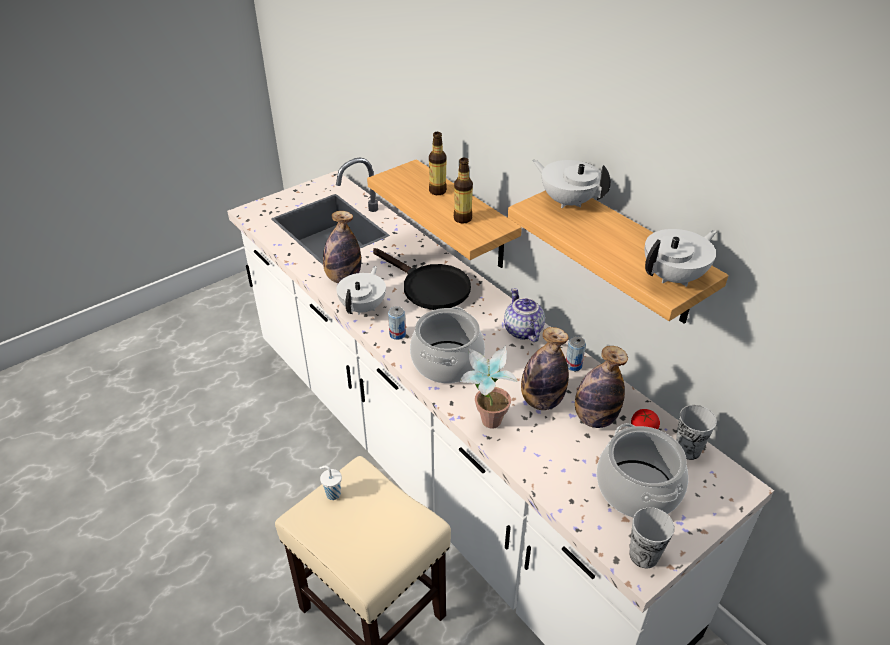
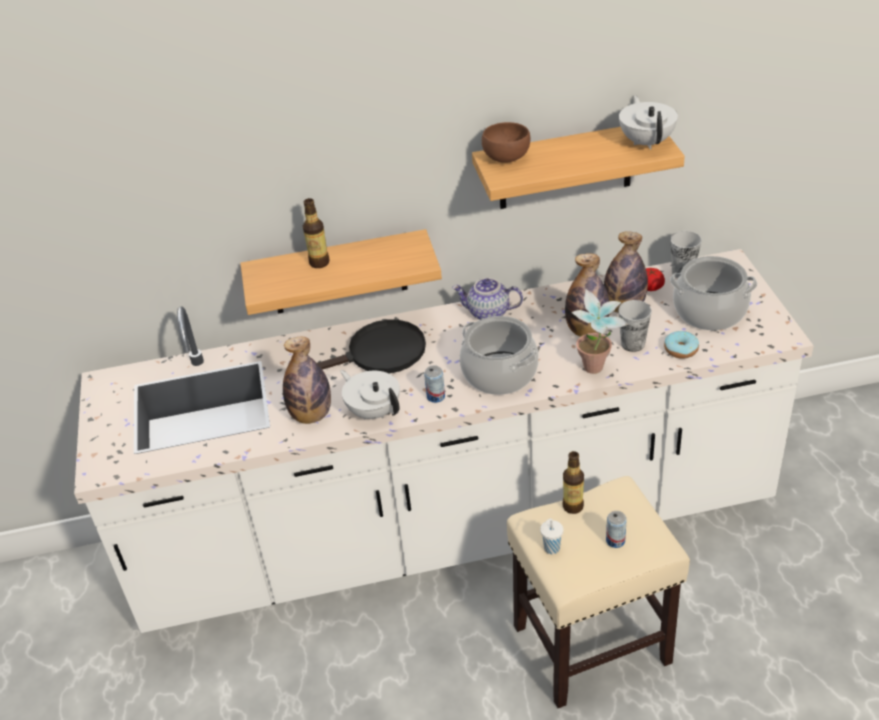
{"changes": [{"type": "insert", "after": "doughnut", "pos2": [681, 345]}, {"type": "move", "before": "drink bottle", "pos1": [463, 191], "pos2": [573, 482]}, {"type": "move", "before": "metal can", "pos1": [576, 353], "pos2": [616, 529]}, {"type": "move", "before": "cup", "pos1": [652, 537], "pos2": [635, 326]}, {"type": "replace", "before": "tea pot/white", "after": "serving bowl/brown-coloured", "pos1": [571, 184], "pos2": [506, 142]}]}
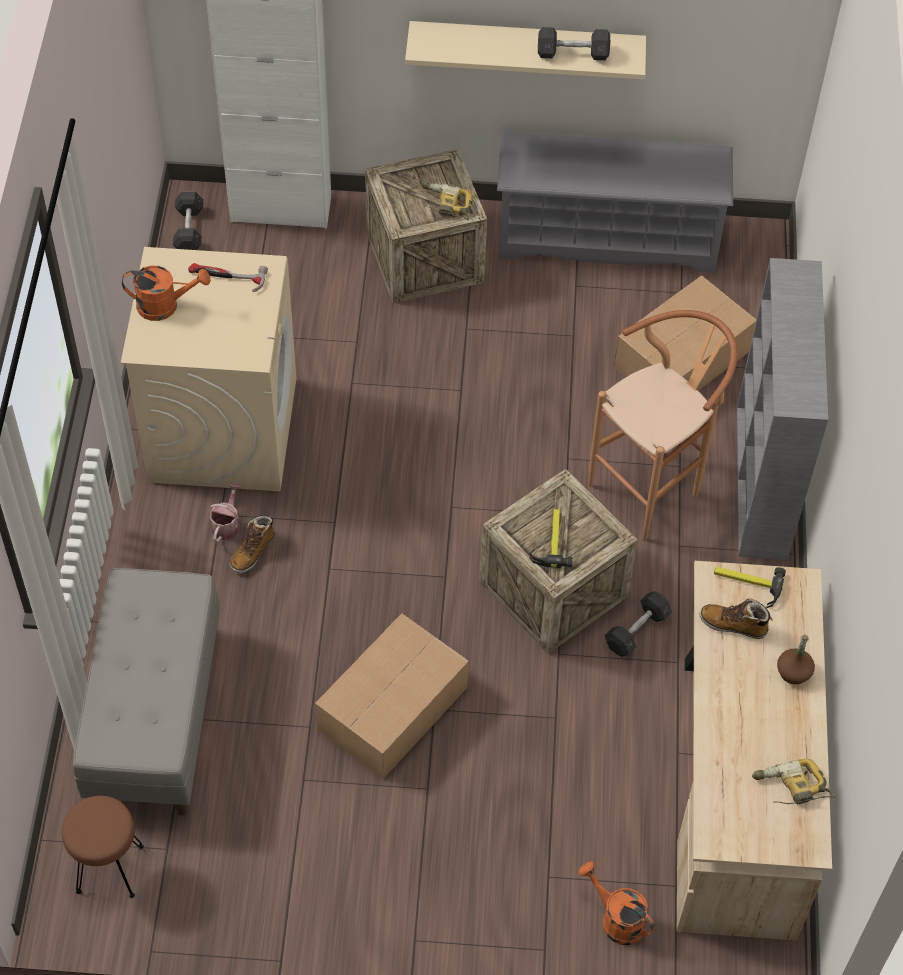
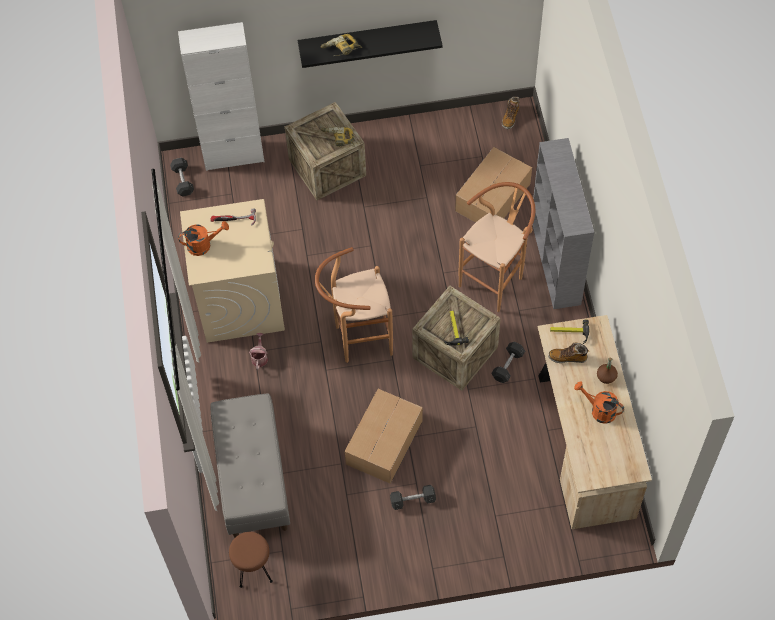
{"changes": [{"type": "delete", "before": "shoe shelf/greyish", "pos1": [615, 202]}, {"type": "insert", "after": "stool seat/brown-coloured", "pos2": [354, 305]}, {"type": "move", "before": "tall boot", "pos1": [252, 544], "pos2": [511, 112]}, {"type": "move", "before": "dumbbell/greyish", "pos1": [574, 43], "pos2": [413, 497]}, {"type": "move", "before": "watering can/orange-coloured", "pos1": [617, 903], "pos2": [599, 402]}, {"type": "move", "before": "power drill", "pos1": [793, 781], "pos2": [341, 45]}, {"type": "recolor", "before": "shelf/sand-coloured", "after": "shelf/black", "pos1": [525, 50], "pos2": [370, 44]}]}
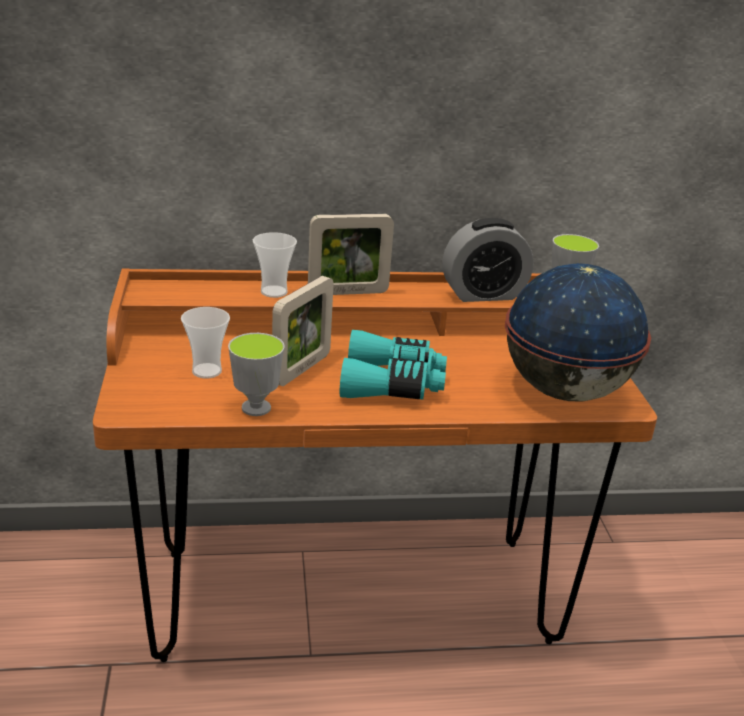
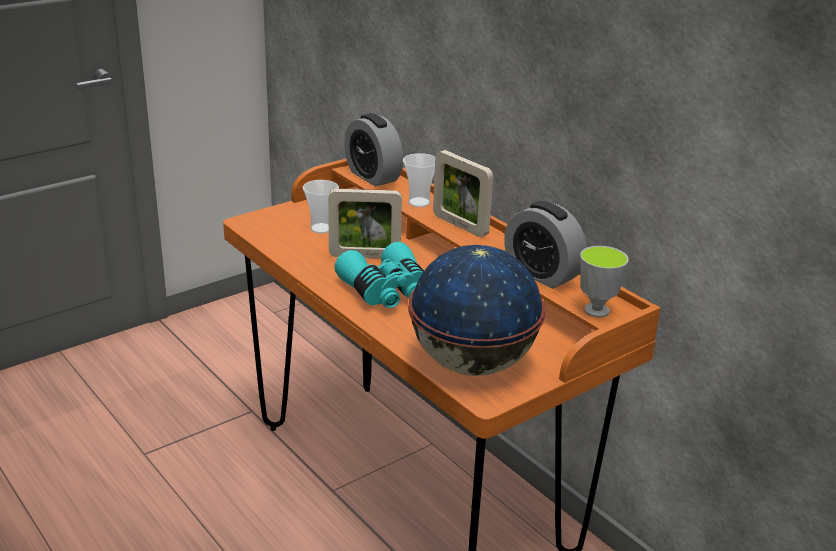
{"changes": [{"type": "delete", "before": "cup", "pos1": [256, 374]}, {"type": "insert", "after": "table clock", "pos2": [373, 150]}]}
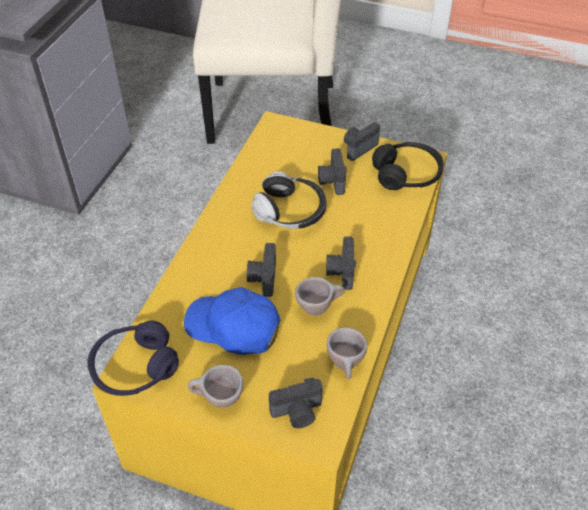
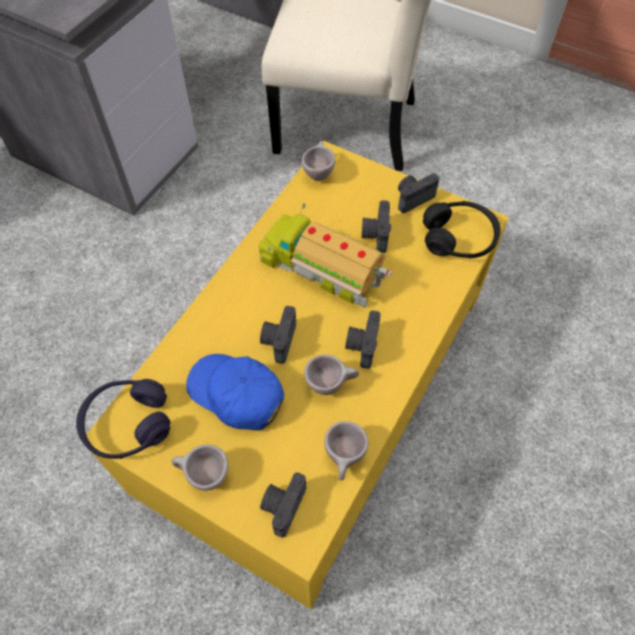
{"changes": [{"type": "insert", "after": "cup/sand-coloured", "pos2": [318, 161]}, {"type": "replace", "before": "headset", "after": "model truck", "pos1": [289, 200], "pos2": [325, 255]}, {"type": "rotate", "before": "photo camera", "pos1": [296, 403], "pos2": [283, 505], "turn": 120}]}
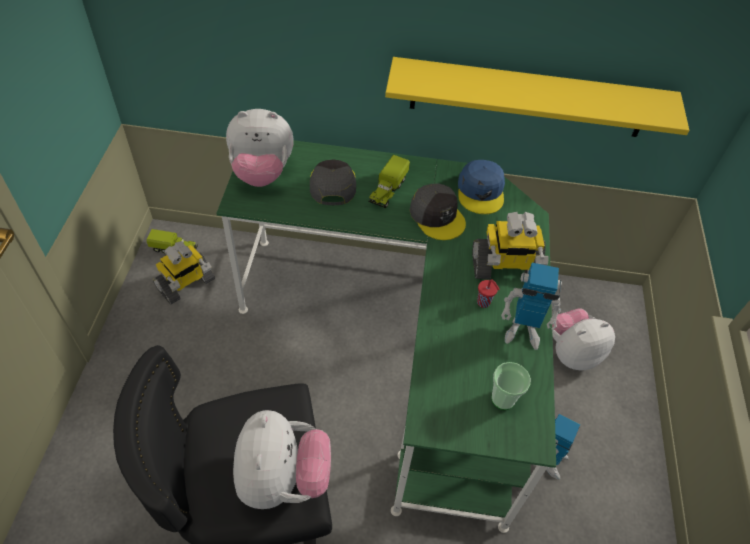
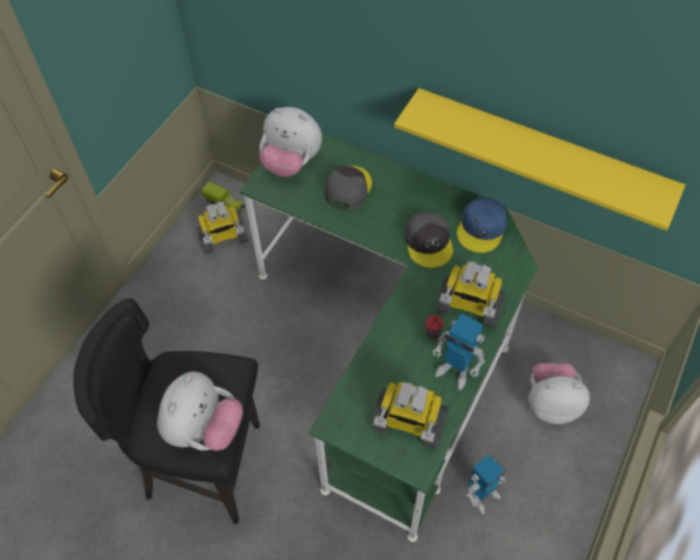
{"changes": [{"type": "delete", "before": "model truck", "pos1": [389, 181]}, {"type": "replace", "before": "cup", "after": "model robot", "pos1": [511, 386], "pos2": [410, 415]}]}
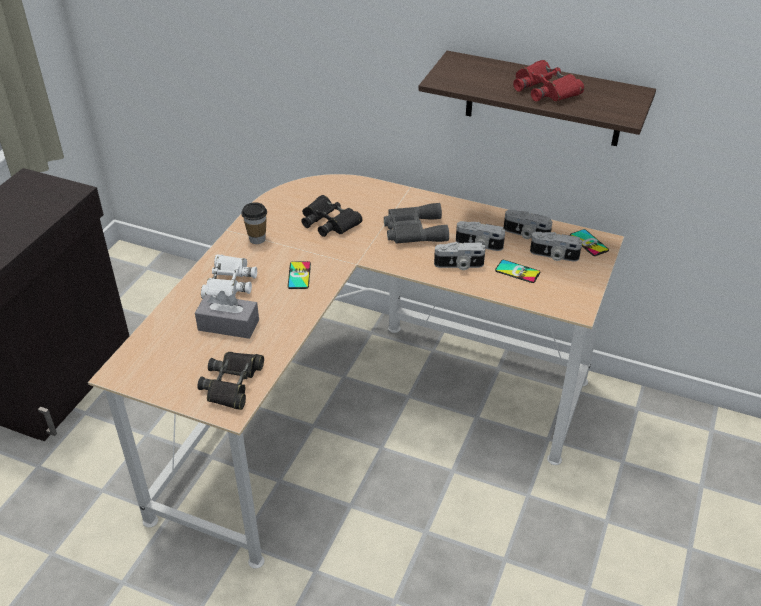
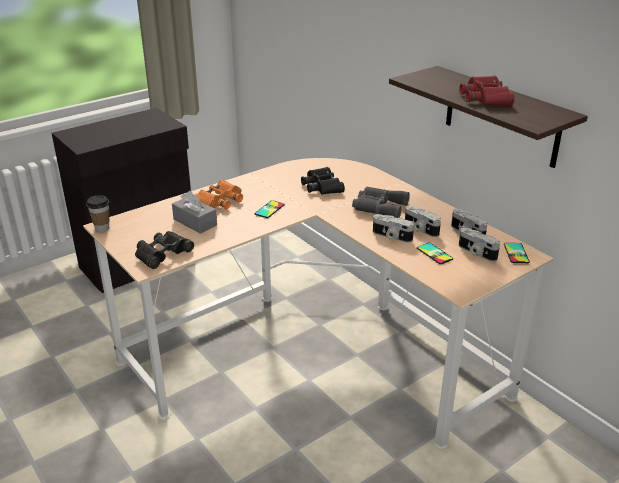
{"changes": [{"type": "move", "before": "cup", "pos1": [254, 223], "pos2": [97, 213]}, {"type": "recolor", "before": "pair of binoculars/white", "after": "pair of binoculars/orange-coloured", "pos1": [229, 276], "pos2": [218, 195]}]}
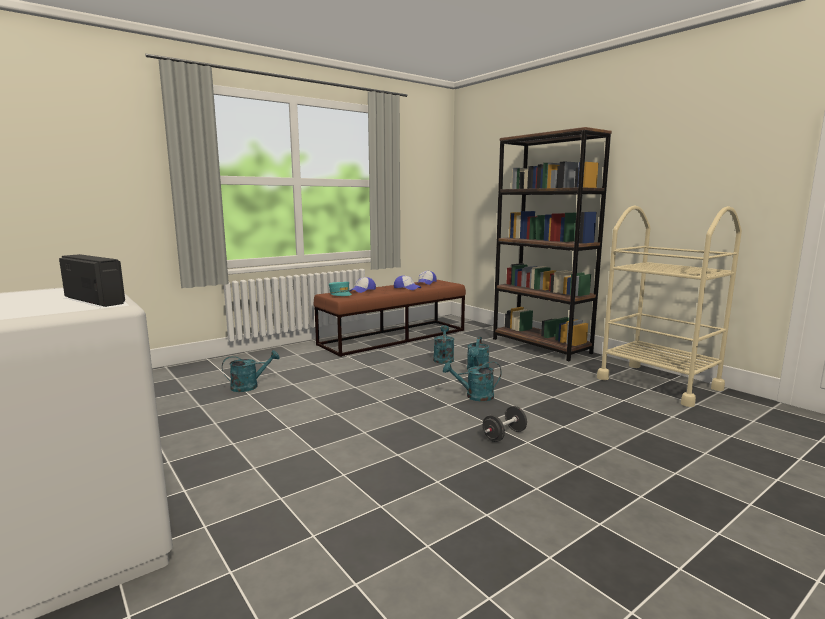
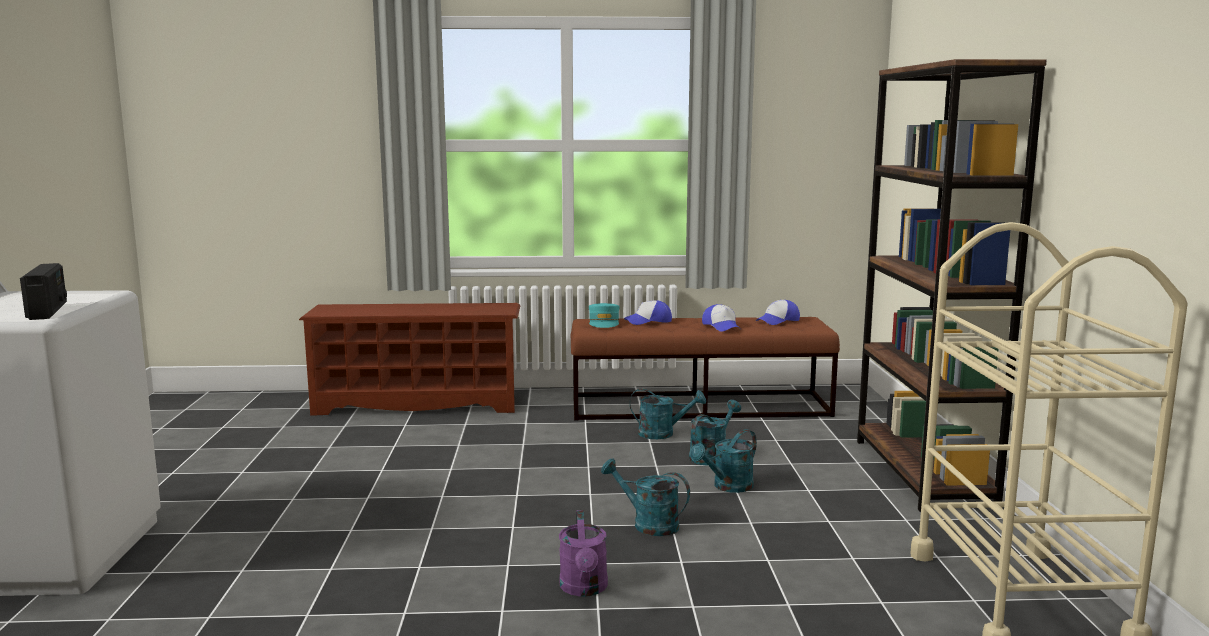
{"changes": [{"type": "insert", "after": "shoe shelf/brown-coloured", "pos2": [409, 359]}, {"type": "move", "before": "watering can/turquoise", "pos1": [251, 371], "pos2": [668, 414]}, {"type": "replace", "before": "dumbbell/black", "after": "watering can/purple-coloured", "pos1": [505, 424], "pos2": [583, 553]}]}
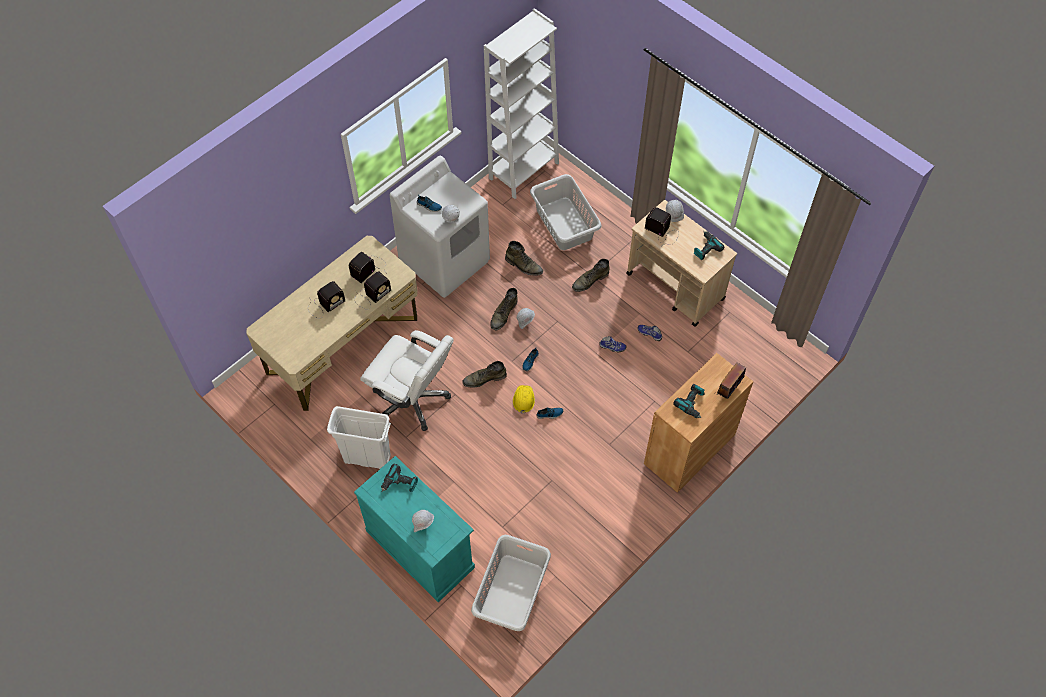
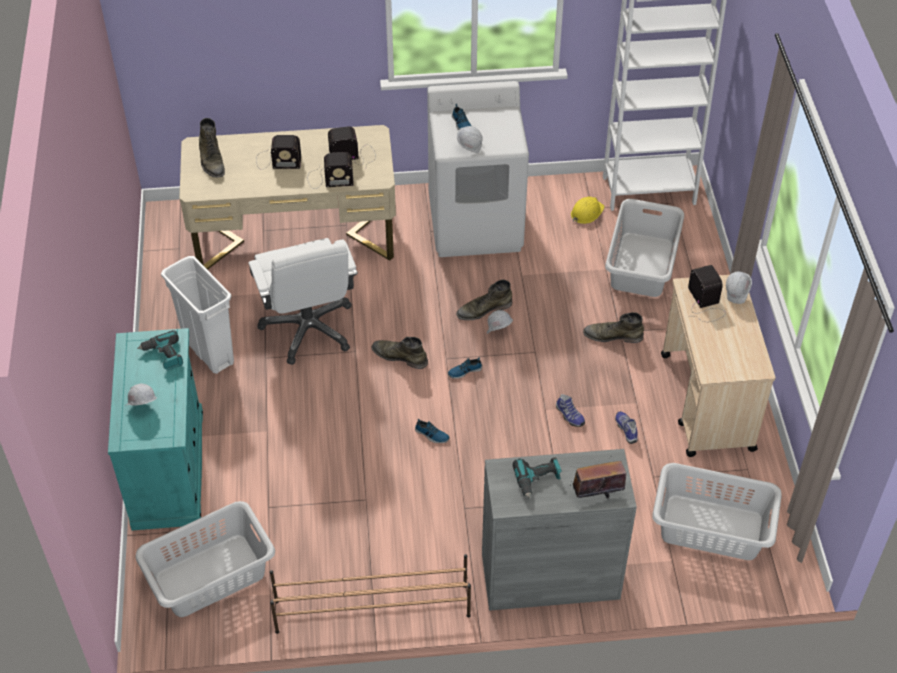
{"changes": [{"type": "delete", "before": "power drill", "pos1": [709, 245]}, {"type": "insert", "after": "shoe shelf/brown-coloured", "pos2": [370, 594]}, {"type": "insert", "after": "hamper/greyish", "pos2": [717, 511]}, {"type": "move", "before": "tall boot/green", "pos1": [524, 258], "pos2": [212, 147]}, {"type": "move", "before": "hard hat/yellow-coloured", "pos1": [524, 399], "pos2": [588, 210]}, {"type": "recolor", "before": "cupboard/brown-coloured", "after": "cupboard/greyish", "pos1": [698, 423], "pos2": [559, 530]}]}
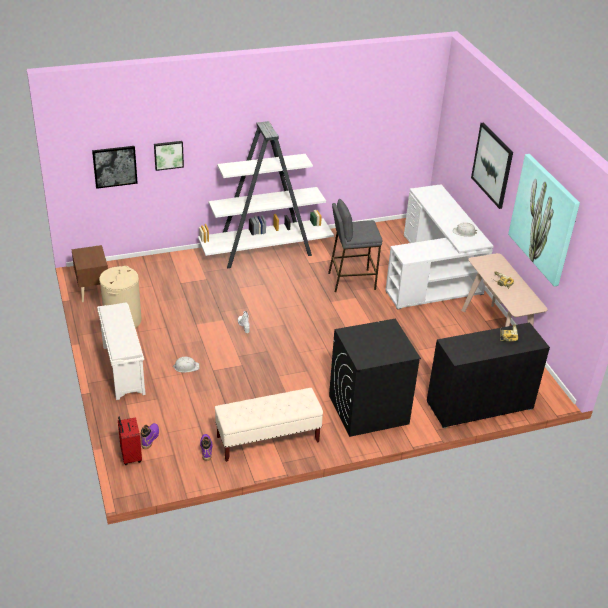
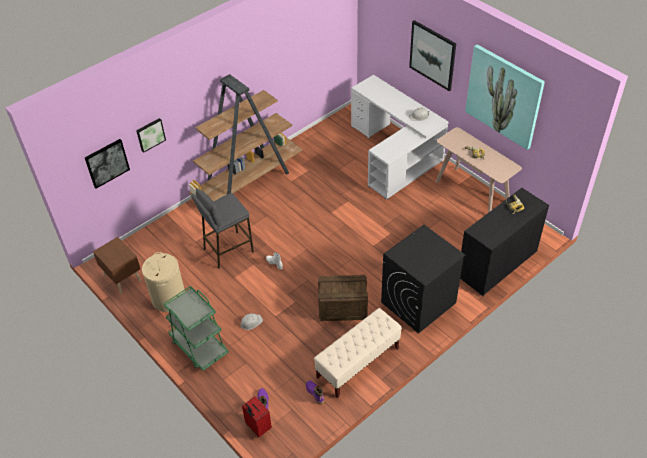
{"changes": [{"type": "insert", "after": "shipping crate", "pos2": [343, 298]}, {"type": "move", "before": "stool seat/greyish", "pos1": [355, 245], "pos2": [222, 228]}, {"type": "replace", "before": "shoe shelf/white", "after": "trolley/green", "pos1": [121, 351], "pos2": [196, 328]}, {"type": "recolor", "before": "bookshelf/white", "after": "bookshelf/brown-coloured", "pos1": [266, 195], "pos2": [246, 138]}]}
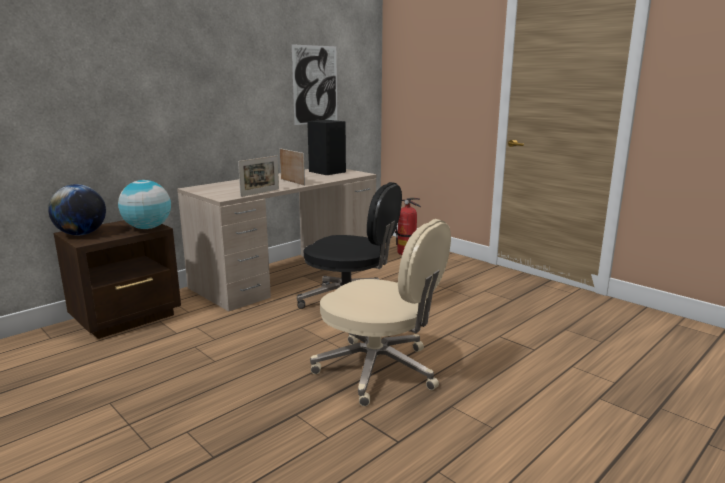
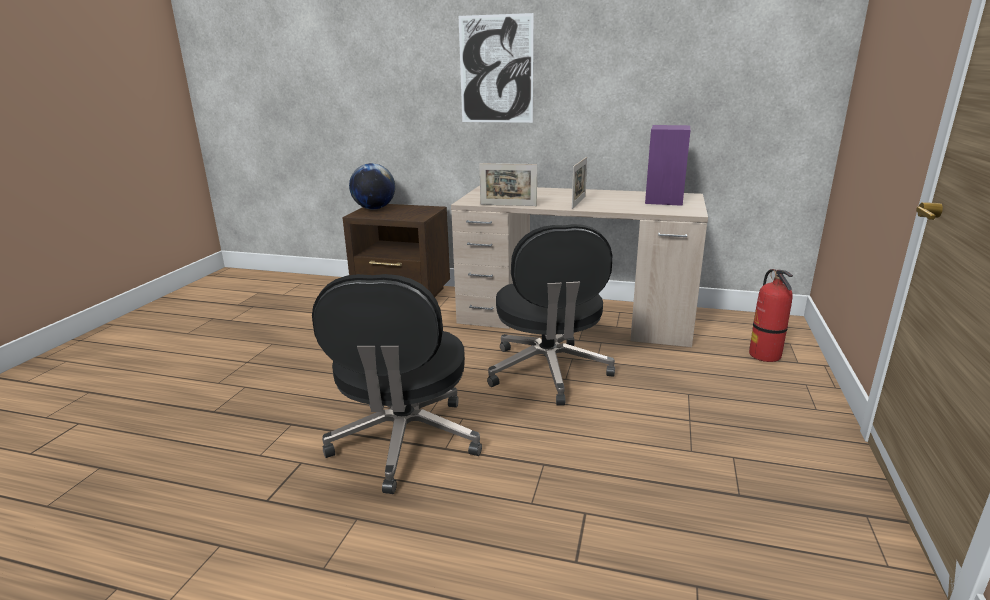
{"changes": [{"type": "delete", "before": "desk globe", "pos1": [144, 204]}, {"type": "move", "before": "wall picture", "pos1": [314, 84], "pos2": [496, 68]}, {"type": "recolor", "before": "loudspeaker/black", "after": "loudspeaker/purple-coloured", "pos1": [326, 147], "pos2": [668, 165]}, {"type": "recolor", "before": "office chair/sand-coloured", "after": "office chair/black", "pos1": [380, 312], "pos2": [397, 384]}]}
